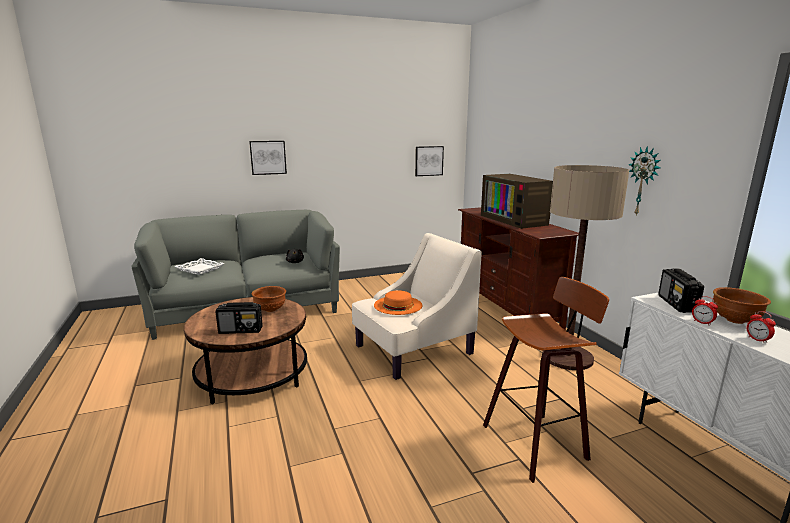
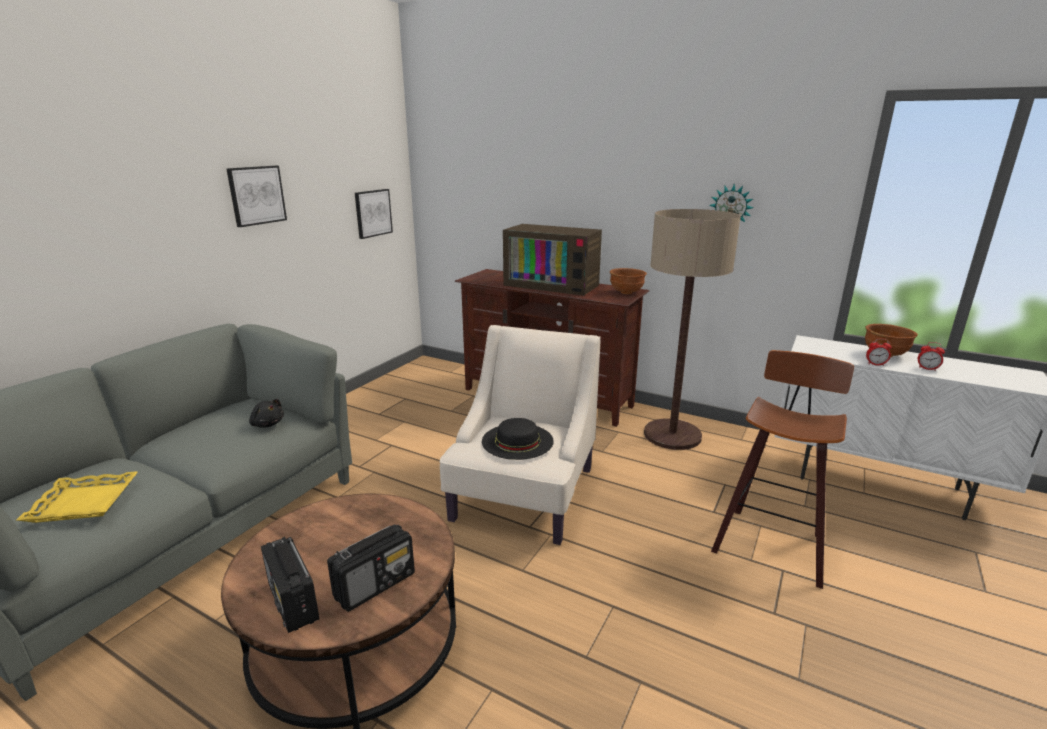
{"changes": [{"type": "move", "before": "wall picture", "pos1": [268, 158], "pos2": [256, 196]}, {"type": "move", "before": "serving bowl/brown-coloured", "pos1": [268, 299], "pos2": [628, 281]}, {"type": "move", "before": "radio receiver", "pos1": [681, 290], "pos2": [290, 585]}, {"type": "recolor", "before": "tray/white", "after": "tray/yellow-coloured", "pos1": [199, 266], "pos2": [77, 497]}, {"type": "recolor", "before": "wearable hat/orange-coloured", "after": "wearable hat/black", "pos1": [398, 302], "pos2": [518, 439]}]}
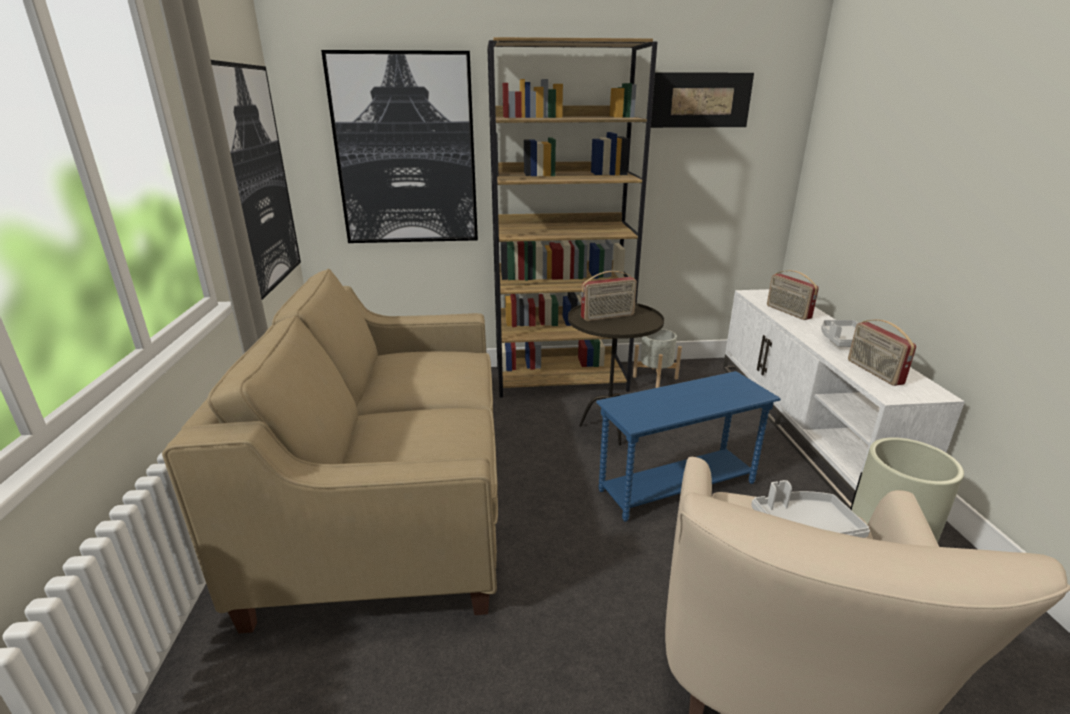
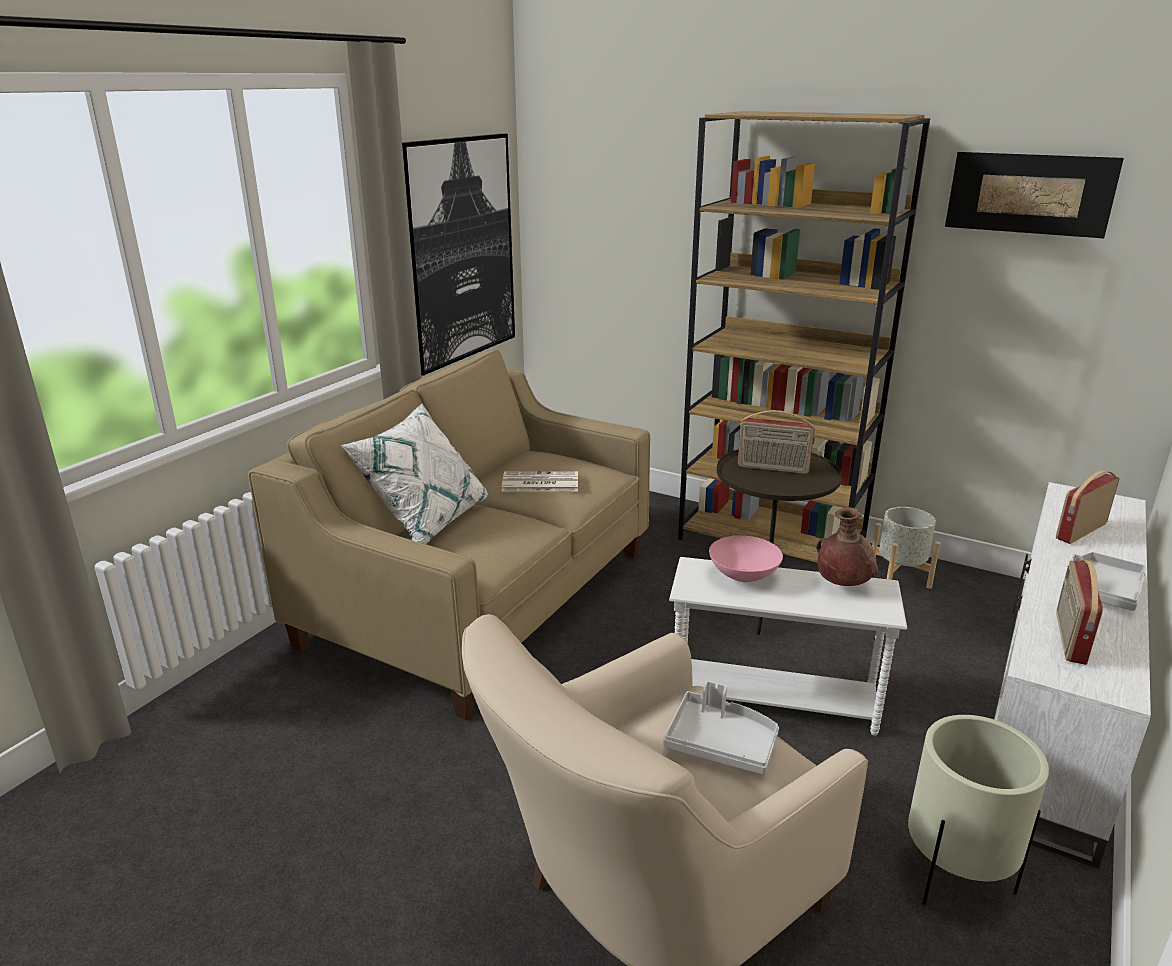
{"changes": [{"type": "delete", "before": "wall picture", "pos1": [399, 146]}, {"type": "insert", "after": "throw pillow/white", "pos2": [414, 474]}, {"type": "insert", "after": "newspaper", "pos2": [539, 481]}, {"type": "insert", "after": "serving bowl/pink", "pos2": [746, 559]}, {"type": "insert", "after": "flower vase/brown-coloured", "pos2": [847, 546]}, {"type": "recolor", "before": "end table/blue", "after": "end table/white", "pos1": [688, 446], "pos2": [788, 646]}, {"type": "rotate", "before": "radio receiver", "pos1": [793, 295], "pos2": [1087, 507], "turn": 45}]}
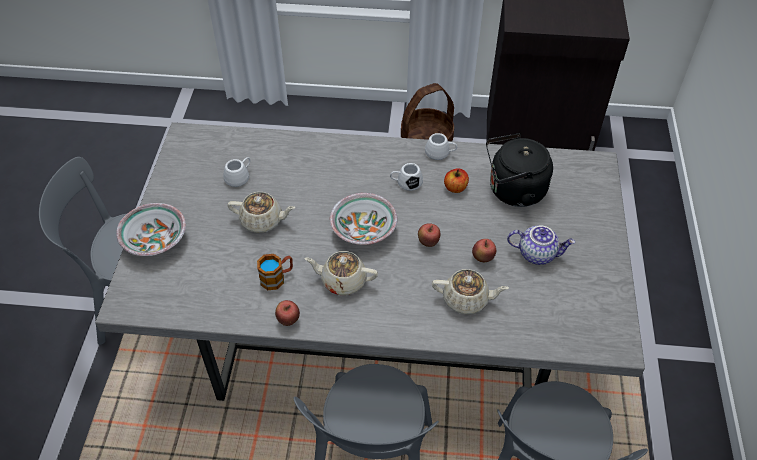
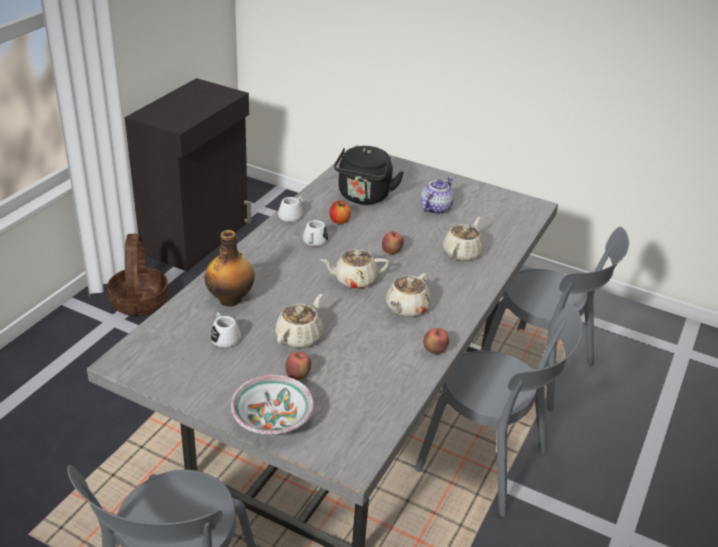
{"changes": [{"type": "delete", "before": "tea mug", "pos1": [275, 272]}, {"type": "insert", "after": "drink bottle", "pos2": [229, 268]}, {"type": "move", "before": "apple fruit", "pos1": [484, 250], "pos2": [298, 366]}, {"type": "replace", "before": "serving bowl", "after": "tea pot/sand-coloured", "pos1": [364, 219], "pos2": [354, 269]}]}
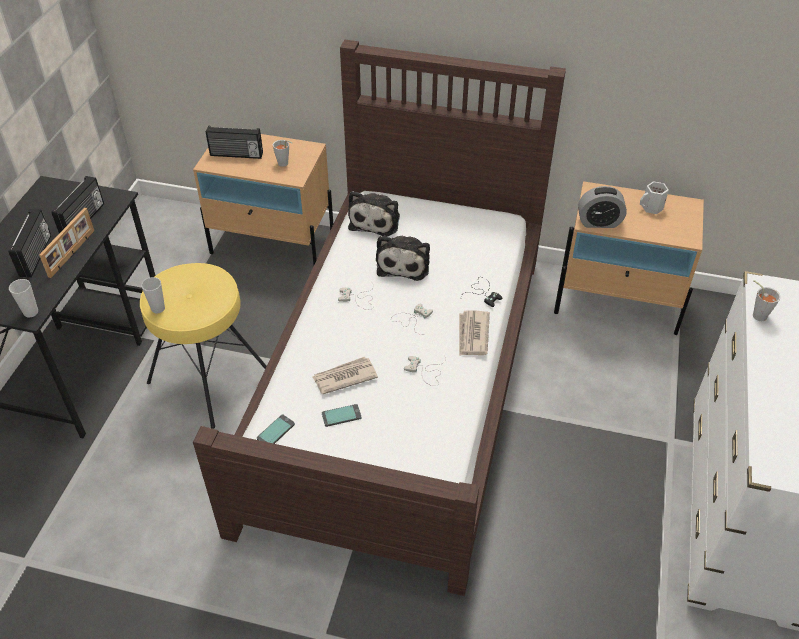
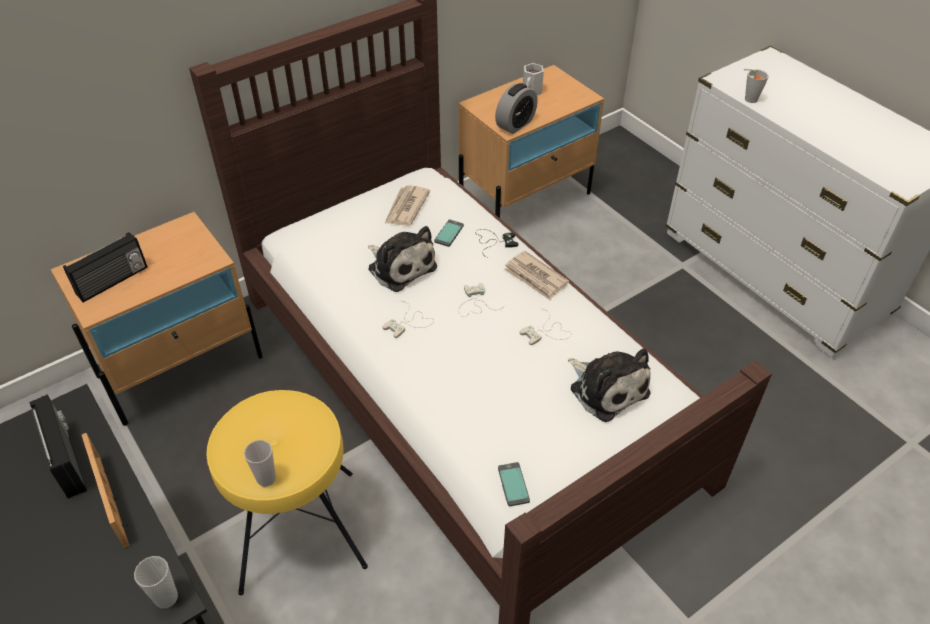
{"changes": [{"type": "delete", "before": "radio receiver", "pos1": [29, 243]}, {"type": "delete", "before": "cup/greyish", "pos1": [282, 153]}, {"type": "move", "before": "newspaper", "pos1": [345, 375], "pos2": [407, 205]}, {"type": "move", "before": "phone", "pos1": [341, 415], "pos2": [449, 233]}, {"type": "move", "before": "cuddly toy", "pos1": [374, 214], "pos2": [609, 385]}]}
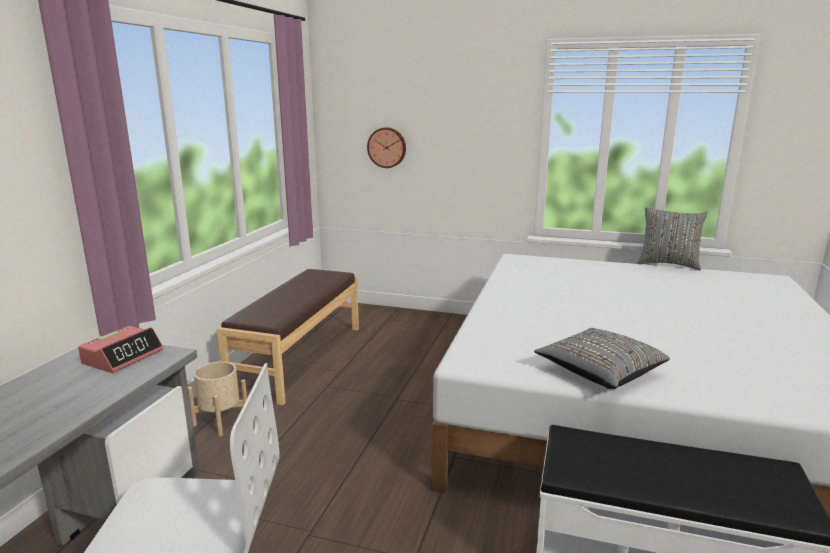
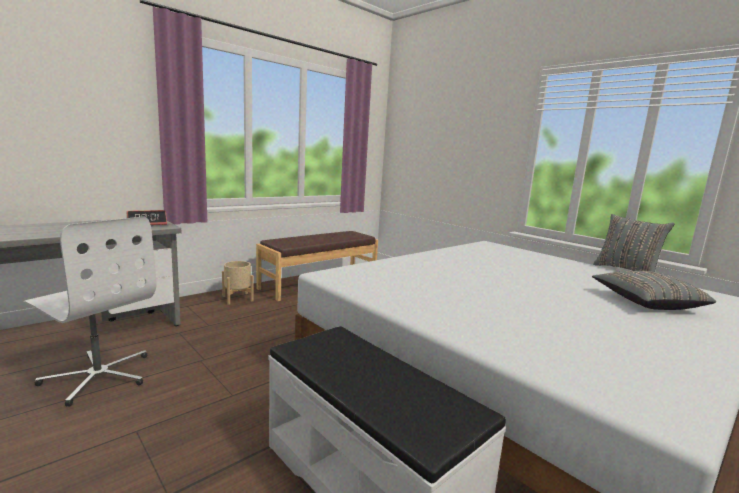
{"changes": [{"type": "delete", "before": "wall clock", "pos1": [386, 147]}, {"type": "move", "before": "throw pillow/greyish", "pos1": [602, 358], "pos2": [654, 290]}]}
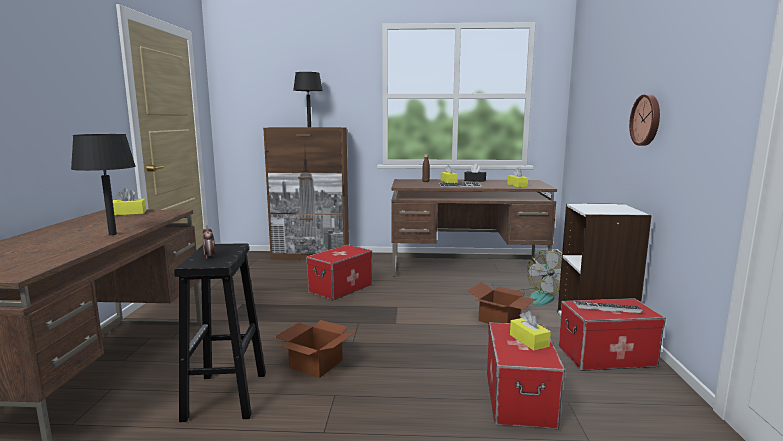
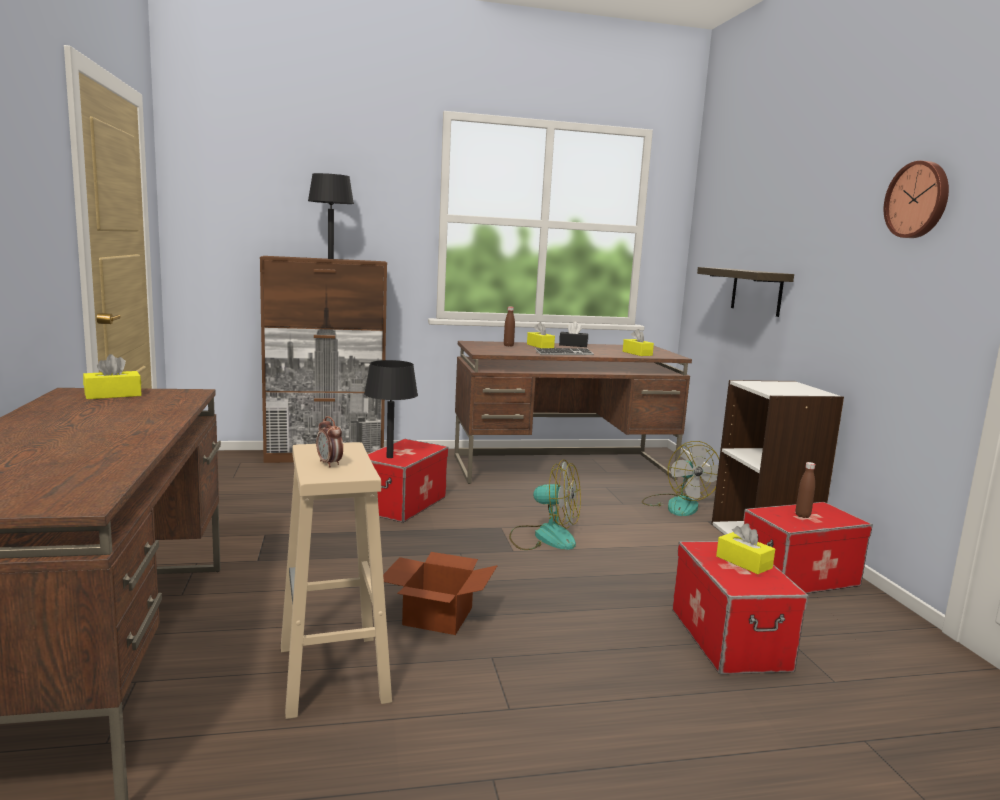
{"changes": [{"type": "delete", "before": "cardboard box", "pos1": [501, 303]}, {"type": "insert", "after": "fan", "pos2": [545, 505]}, {"type": "insert", "after": "shelf", "pos2": [745, 292]}, {"type": "move", "before": "table lamp/black", "pos1": [103, 184], "pos2": [391, 409]}, {"type": "move", "before": "wall clock", "pos1": [644, 120], "pos2": [916, 199]}, {"type": "replace", "before": "computer keyboard", "after": "drink bottle/brown-coloured", "pos1": [608, 307], "pos2": [805, 490]}, {"type": "recolor", "before": "stool seat/black", "after": "stool seat/sand-coloured", "pos1": [220, 332], "pos2": [336, 580]}]}
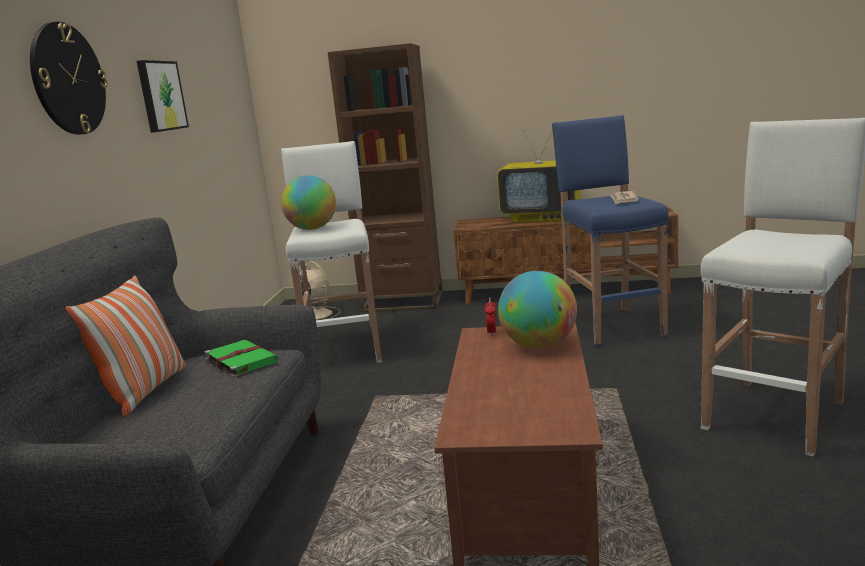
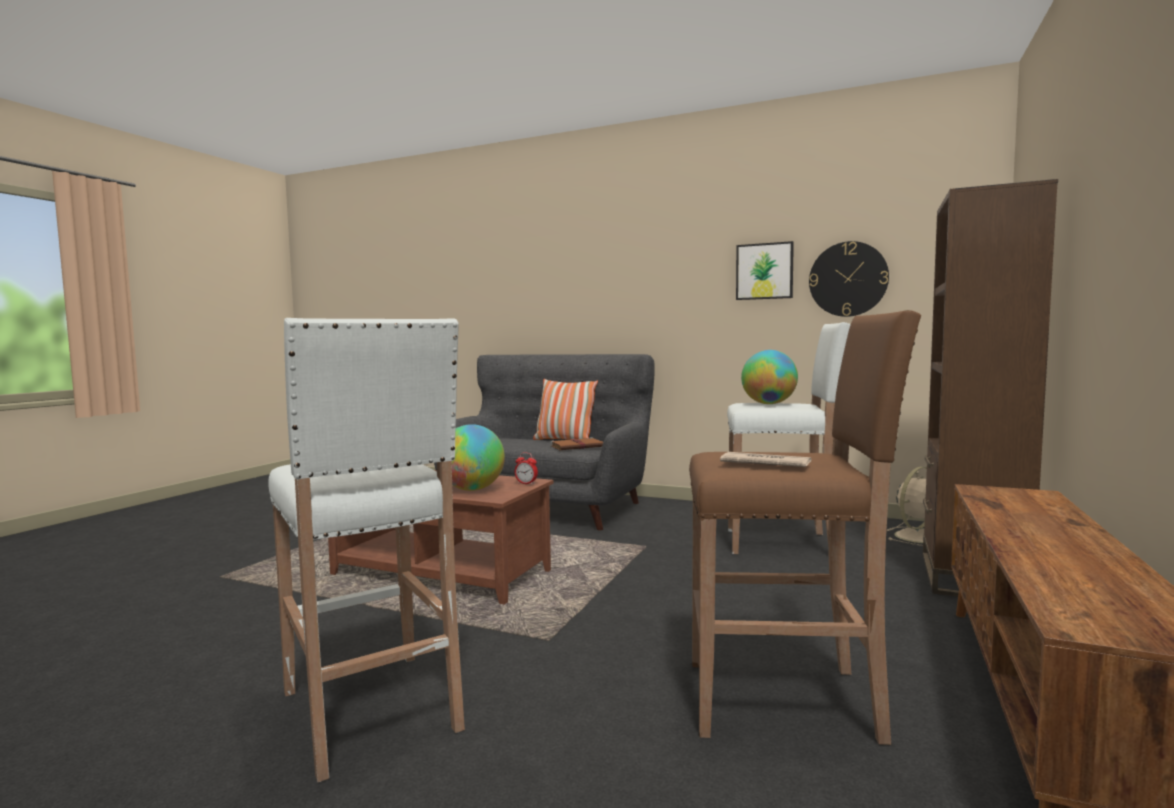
{"changes": [{"type": "delete", "before": "TV", "pos1": [538, 176]}, {"type": "move", "before": "wall clock", "pos1": [69, 78], "pos2": [849, 279]}, {"type": "recolor", "before": "volume/green", "after": "volume/brown-coloured", "pos1": [241, 358], "pos2": [576, 443]}, {"type": "recolor", "before": "stool seat/blue", "after": "stool seat/brown-coloured", "pos1": [610, 231], "pos2": [805, 527]}]}
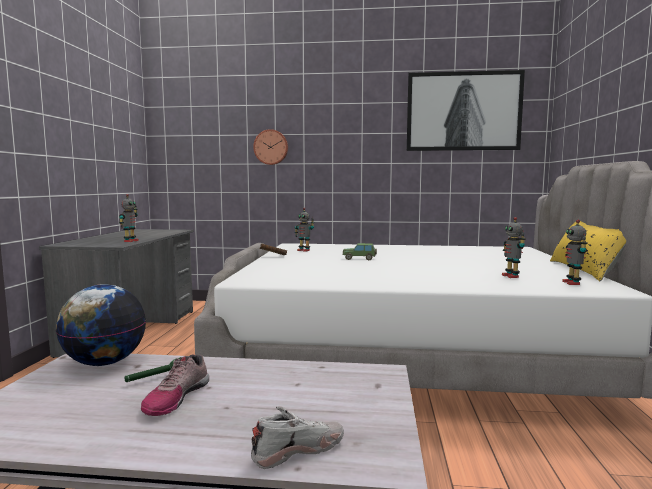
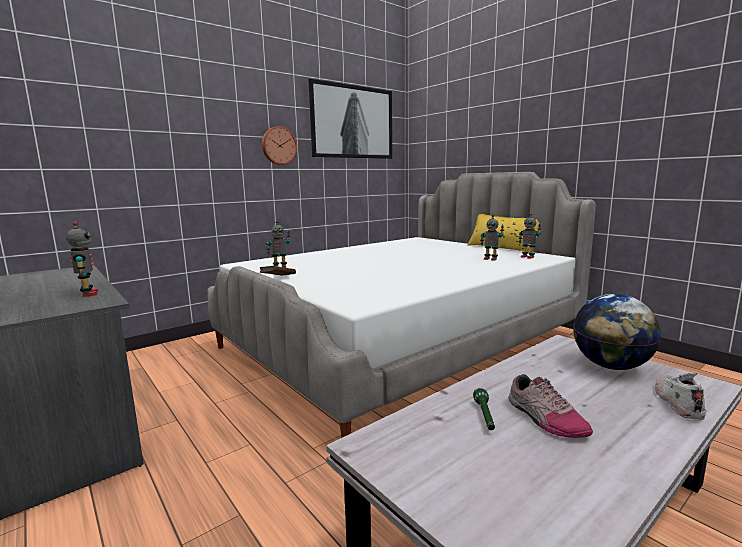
{"changes": [{"type": "delete", "before": "miniature car", "pos1": [359, 251]}, {"type": "move", "before": "desk globe", "pos1": [101, 325], "pos2": [617, 332]}, {"type": "move", "before": "wall clock", "pos1": [270, 147], "pos2": [279, 145]}]}
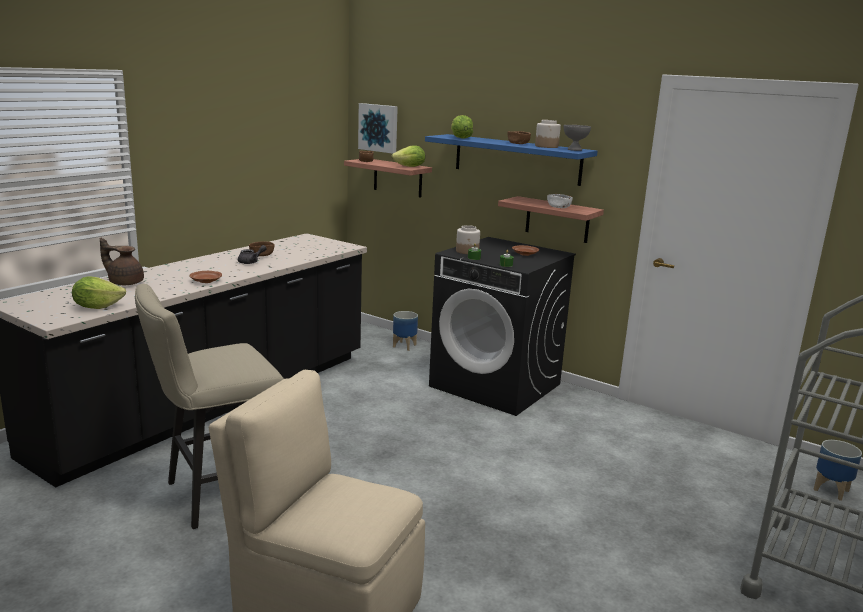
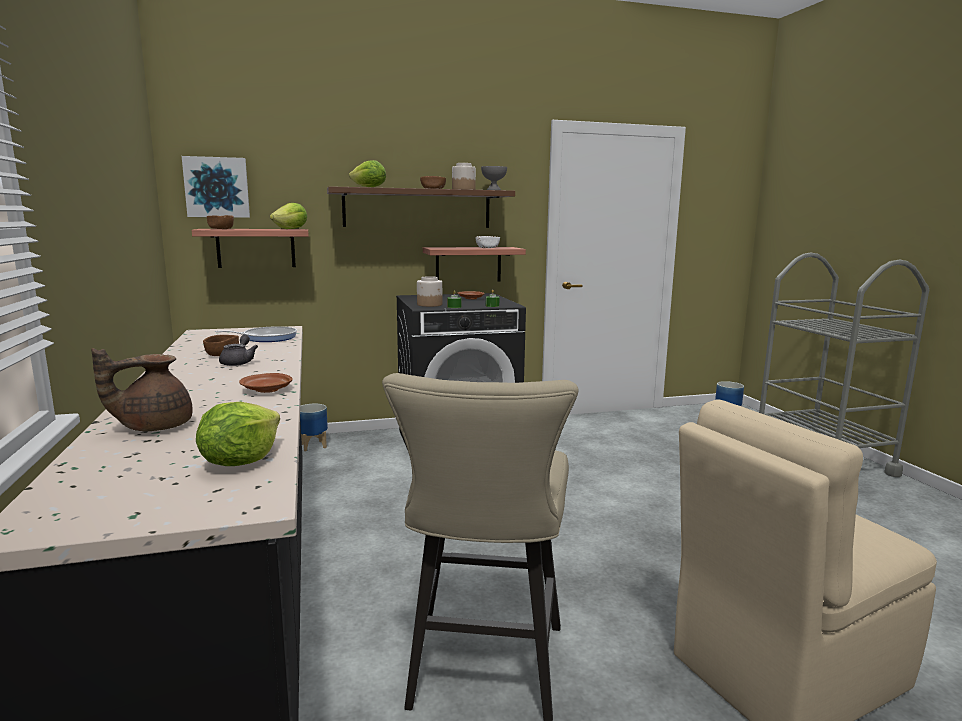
{"changes": [{"type": "insert", "after": "frying pan", "pos2": [256, 334]}, {"type": "recolor", "before": "shelf/blue", "after": "shelf/brown-coloured", "pos1": [511, 160], "pos2": [421, 207]}]}
